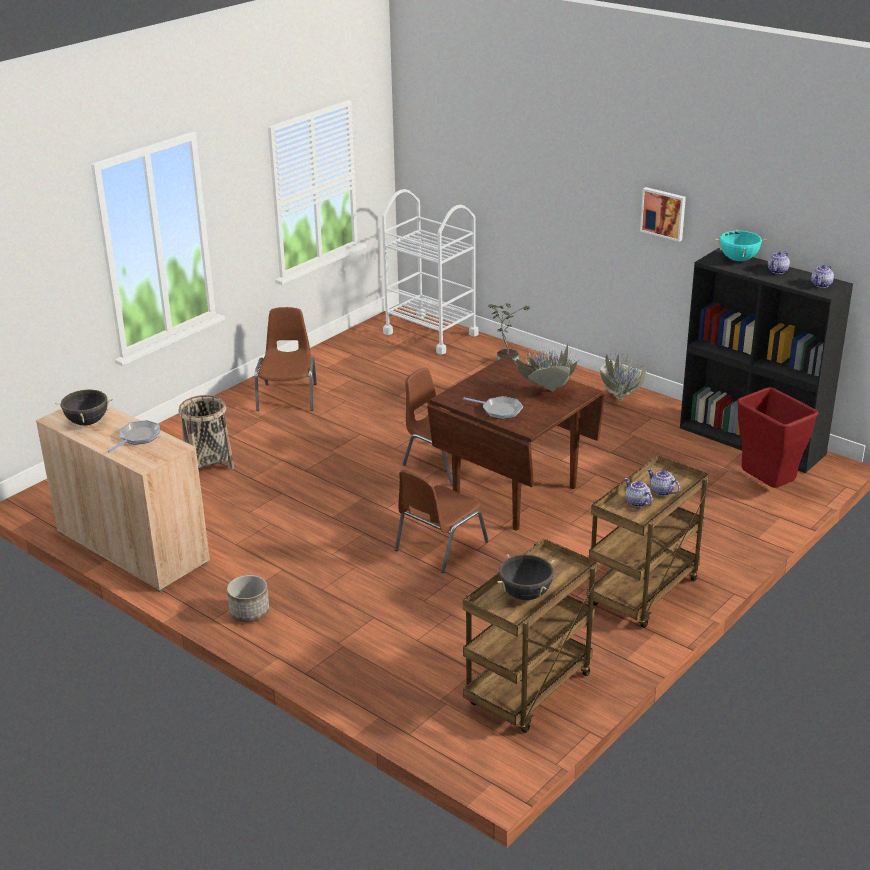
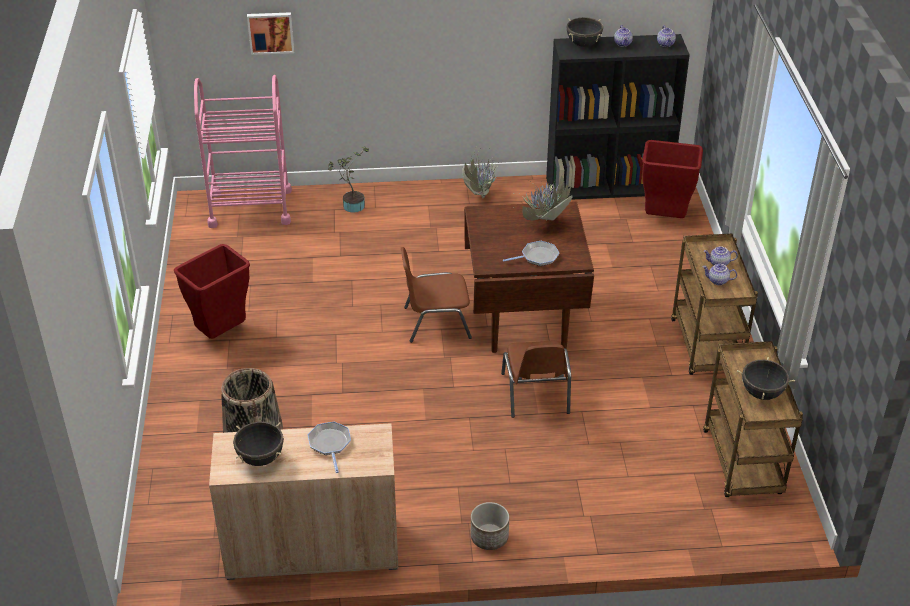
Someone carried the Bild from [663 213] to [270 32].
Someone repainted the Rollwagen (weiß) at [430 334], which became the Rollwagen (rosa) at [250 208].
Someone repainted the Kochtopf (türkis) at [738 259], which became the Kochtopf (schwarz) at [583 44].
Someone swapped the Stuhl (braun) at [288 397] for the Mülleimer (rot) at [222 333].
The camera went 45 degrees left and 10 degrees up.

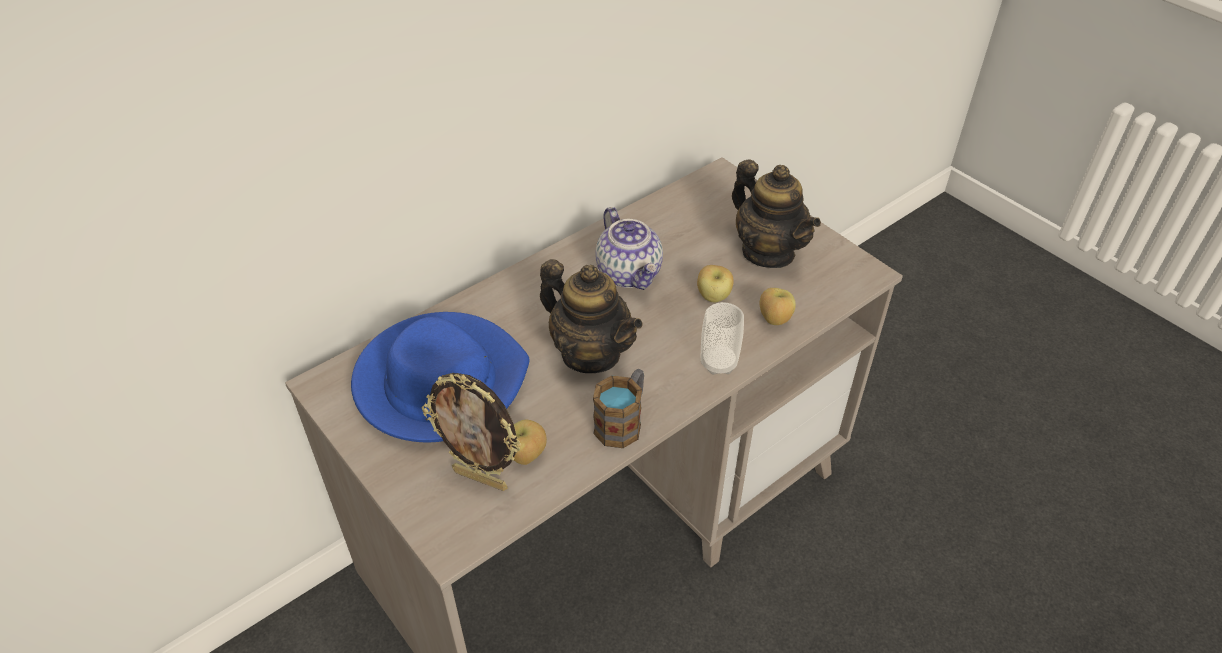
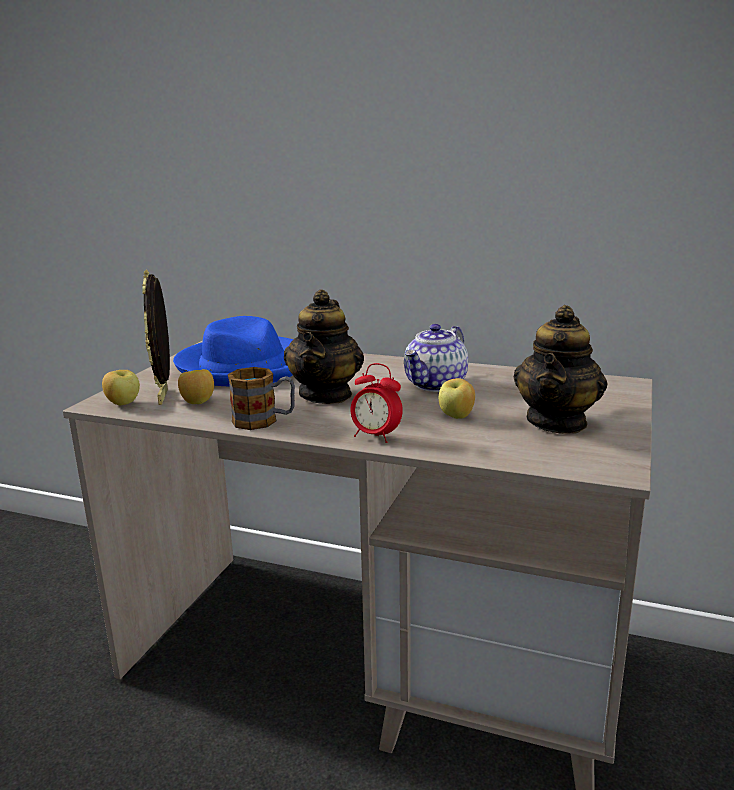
Someone carried the Apfel from [774 320] to [124 404].
Someone swapped the Tasse at [718 363] for the Wecker at [376 436].
The camera went 60 degrees right and 25 degrees down.

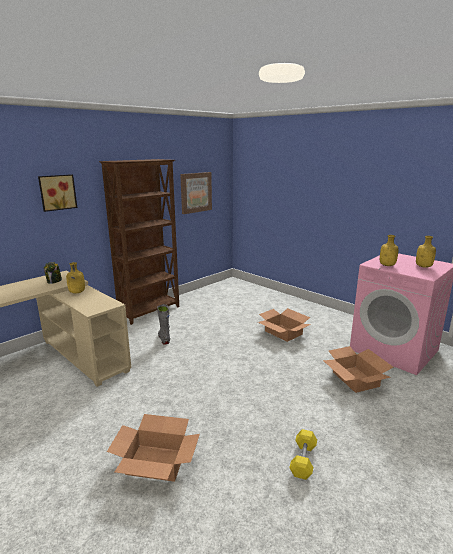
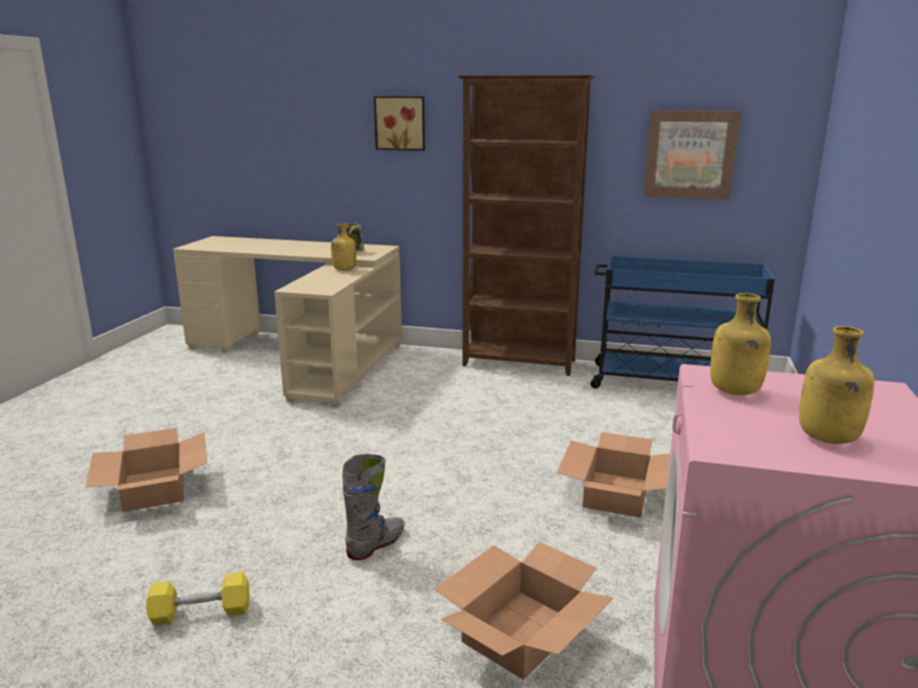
Someone carried the Stiefel (grau) from [164 339] to [376 545].
Someone put down the Rollwagen (blau) at [672 383].
The camera went 60 degrees right and 0 degrees up.

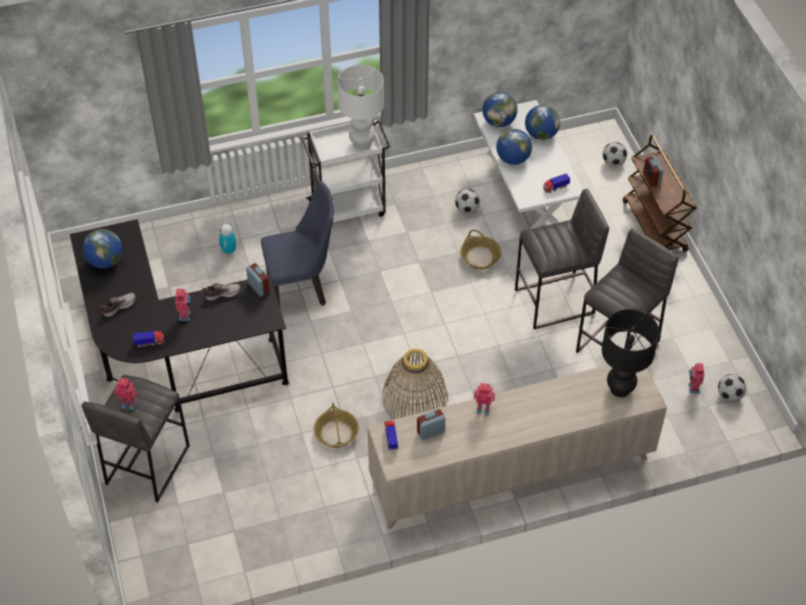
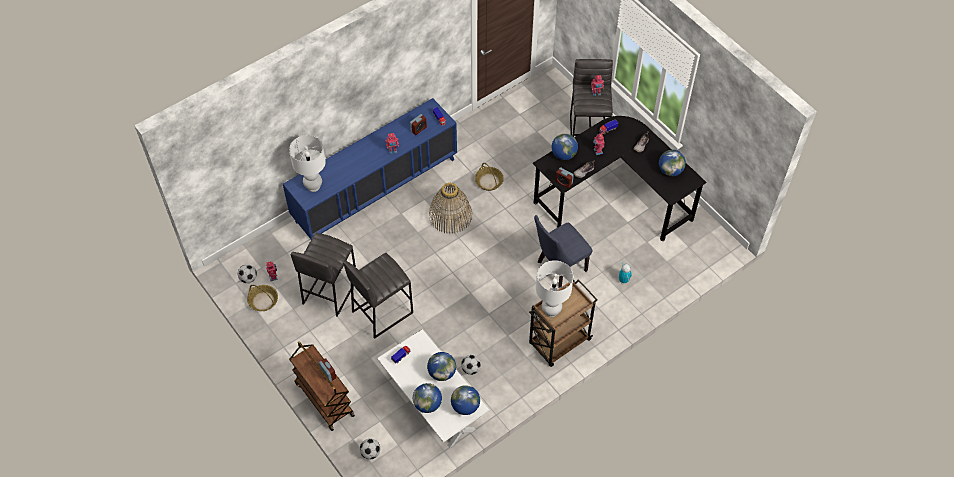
Someone repainted the Rollwagen (weiß) at [348 207], which became the Rollwagen (braun) at [559 342].
Someone carried the Korb from [480 257] to [263 301].
Someone repainted the Tischlampe (schwarz) at [620 388], which became the Tischlampe (weiß) at [313 186].
Someone repainted the Schrank (beige) at [511 472], which became the Schrank (blau) at [375 190].
Someone put down the Globus at [563 154].
The camera went 160 degrees right and 5 degrees up.

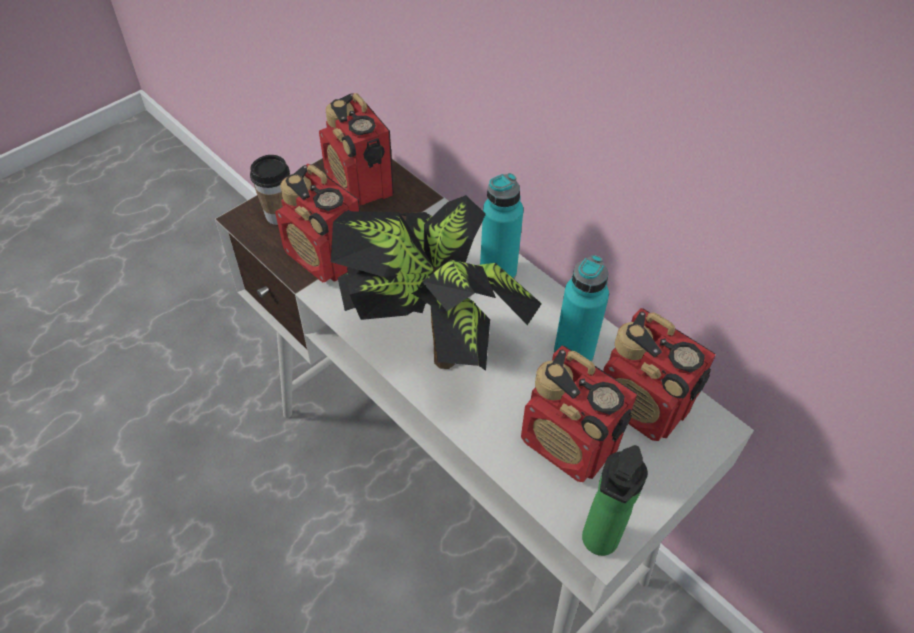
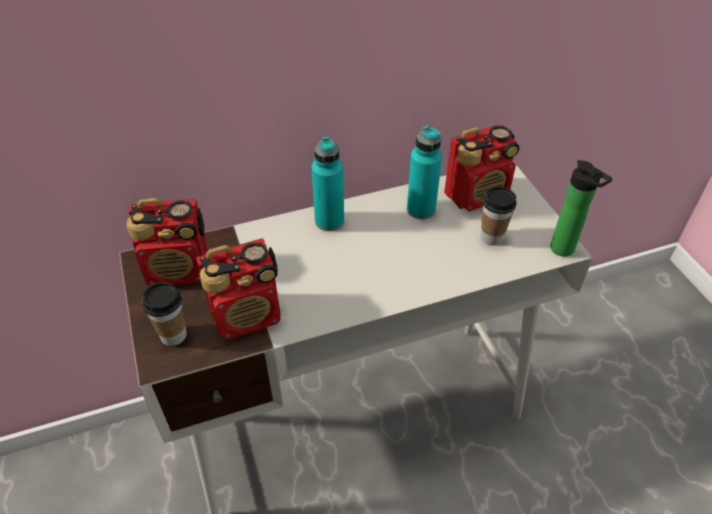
Someone took away the Topfpflanze at [432 342].
Someone swapped the Radio at [569 445] for the Tasse at [491 237].
The camera went 65 degrees left and 5 degrees down.

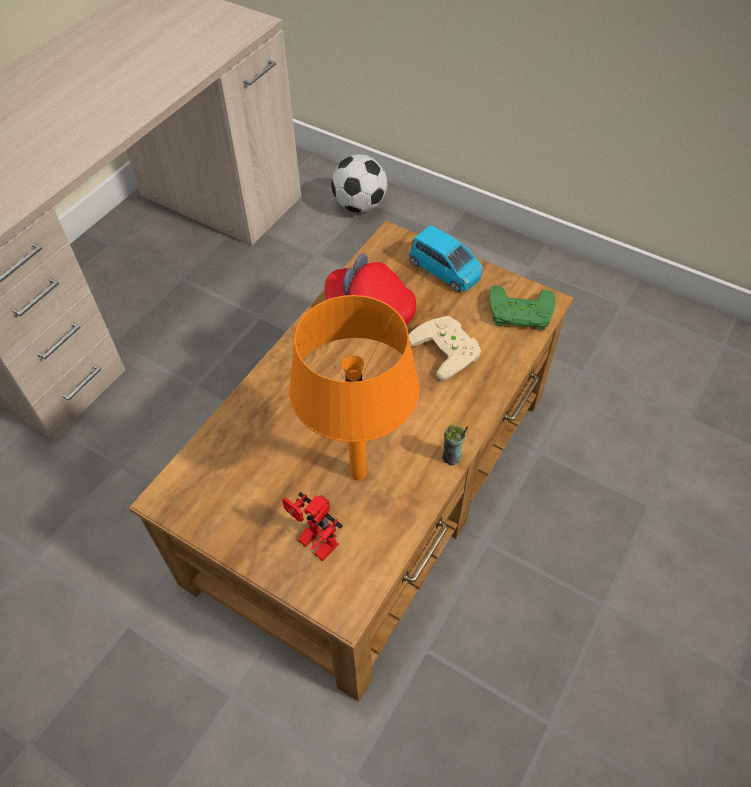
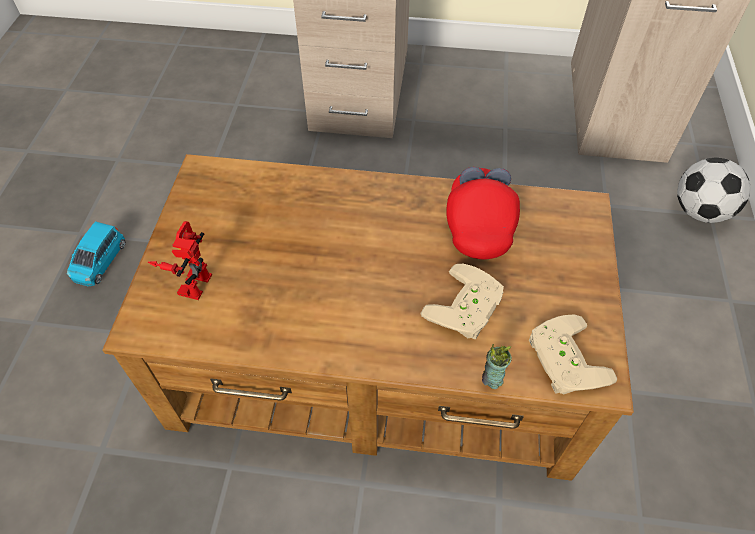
Someone carried the Spielzeugauto (blau) from [445 270] to [100 261].
Someone repainted the Gamepad (grün) at [519 314], which became the Gamepad (beige) at [562 359].
Someone took away the Tischlampe (orange) at [357 473].
Someone carried the Tasse from [451 458] to [491 379].
The camera went 65 degrees right and 0 degrees up.

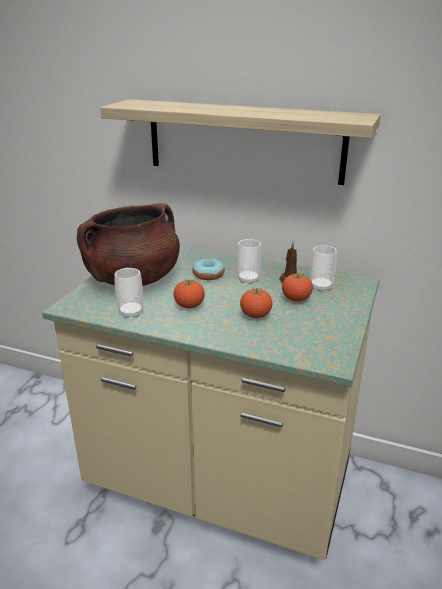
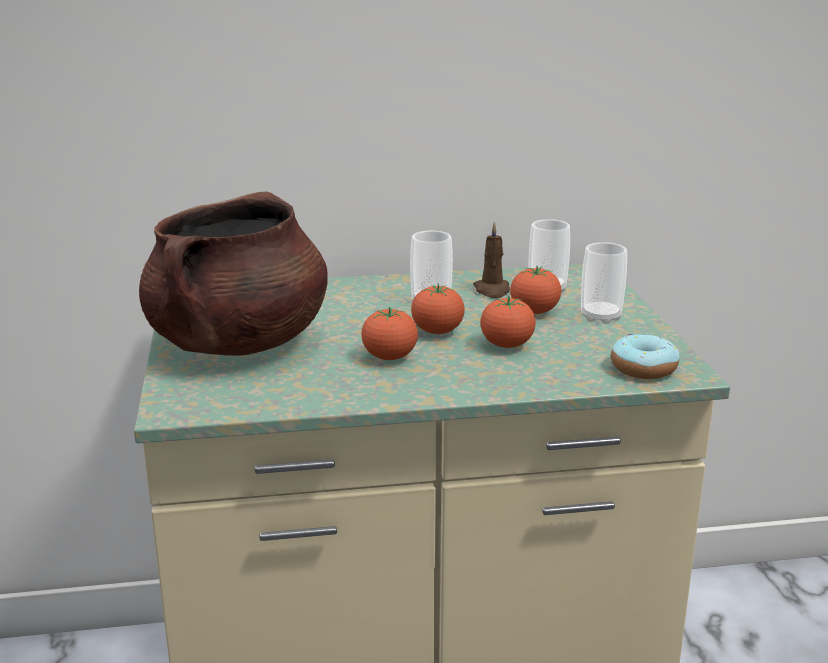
Someone took away the Wandregal at [244 141].
Someone carried the Donut from [208 275] to [643 368].
Someone carried the Tasse from [131 313] to [600 317].
Someone put down the Tomate at [437 332].
The camera went 30 degrees left and 5 degrees down.

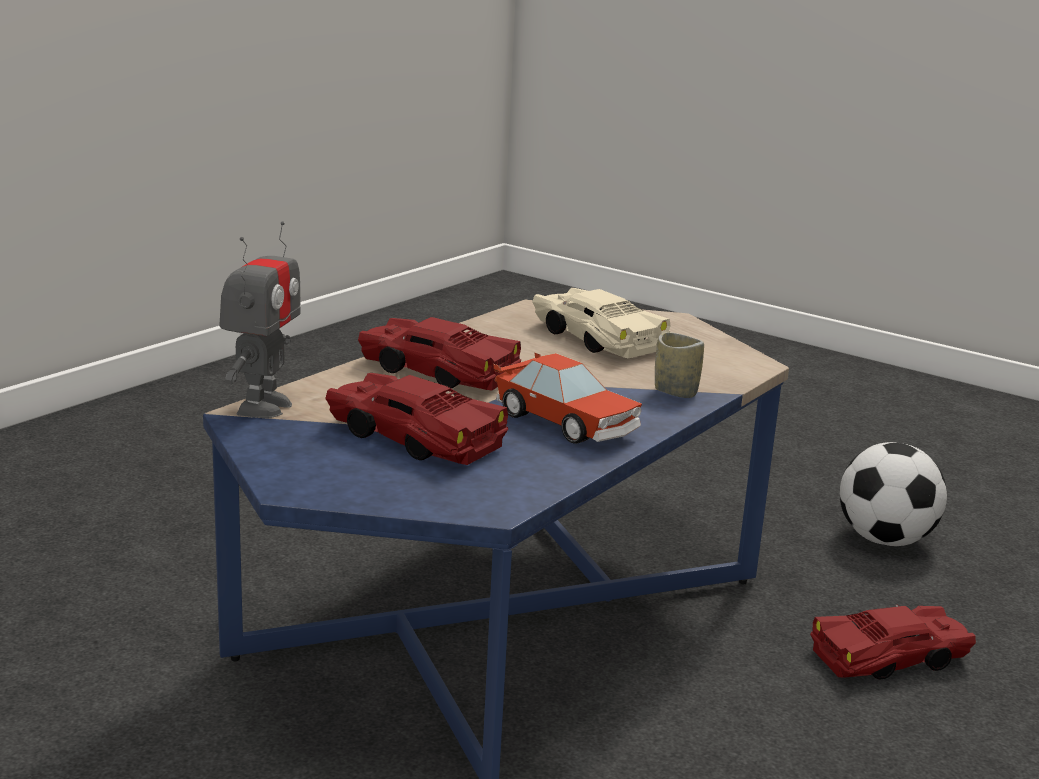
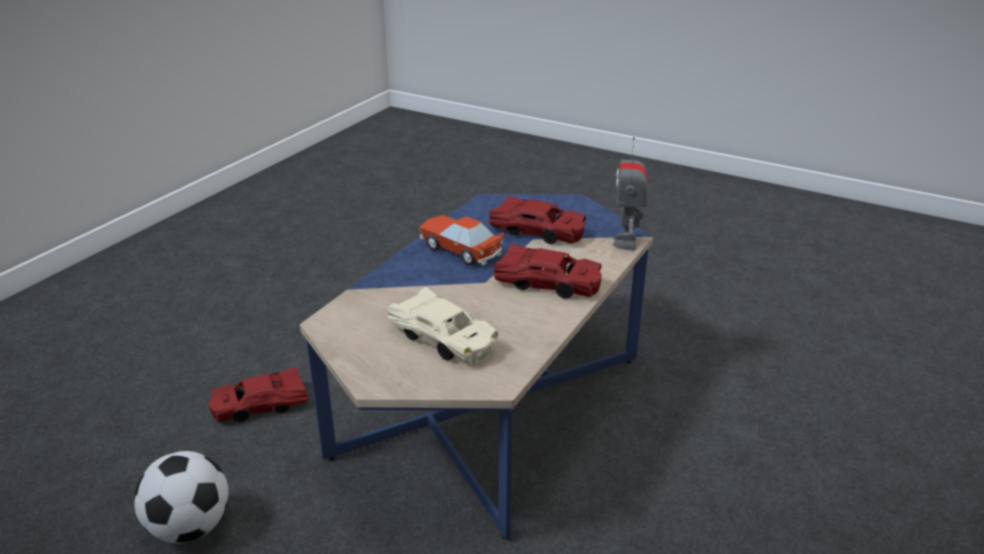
Someone took away the Tasse at [675 392].
The camera went 175 degrees right and 10 degrees up.

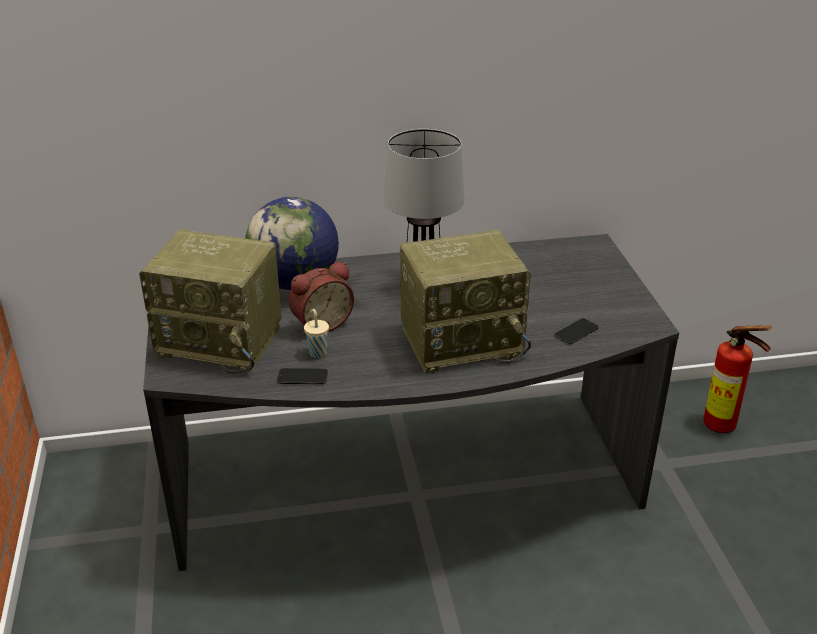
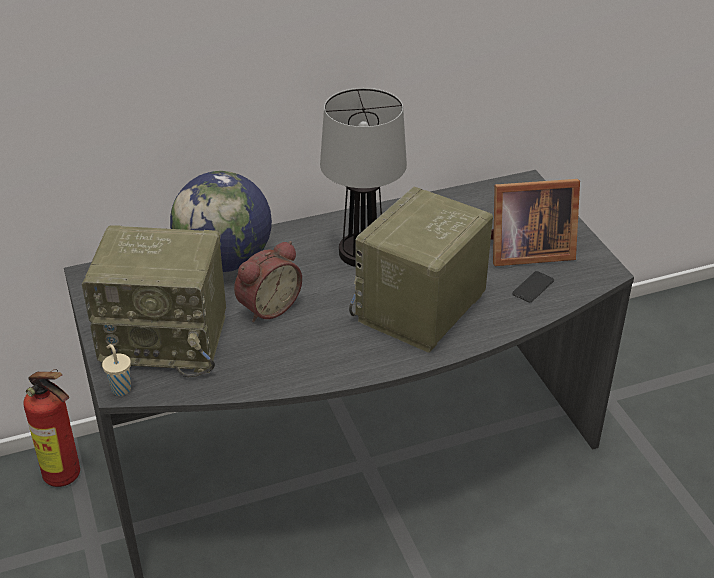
Someone rotated the Radio at [462 340] by 150 degrees clockwise.
Someone carried the Tasse (beige) from [317 352] to [120 388].
Someone carried the Feuerlöscher from [723 427] to [66 477].
Someone took away the Handy at [302 377].
Someone put down the Bilderrahmen at [526 252].
The camera went 10 degrees left and 5 degrees up.

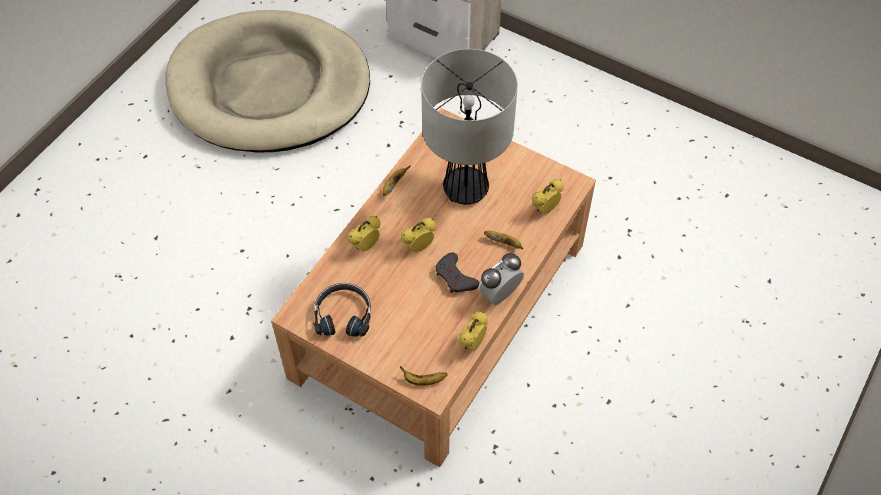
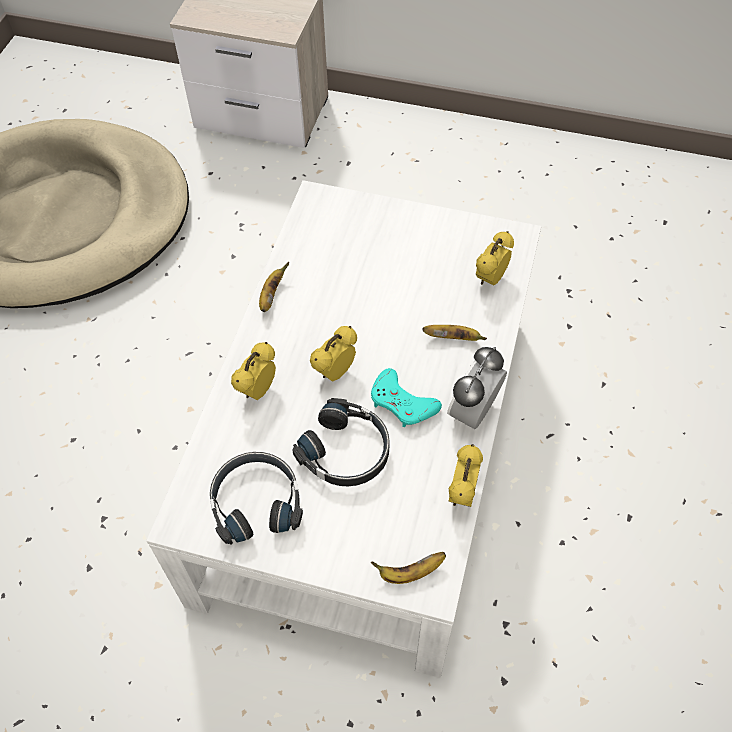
Someone took away the Tischlampe at [466 189].
Someone repainted the Couchtisch (braun) at [440 311], which became the Couchtisch (weiß) at [368 454].
Someone repainted the Gamepad (grau) at [455 277], which became the Gamepad (türkis) at [402 403].
Someone put down the Kopfhörer (schwarz) at [346 451].
The camera went 15 degrees left and 0 degrees up.

